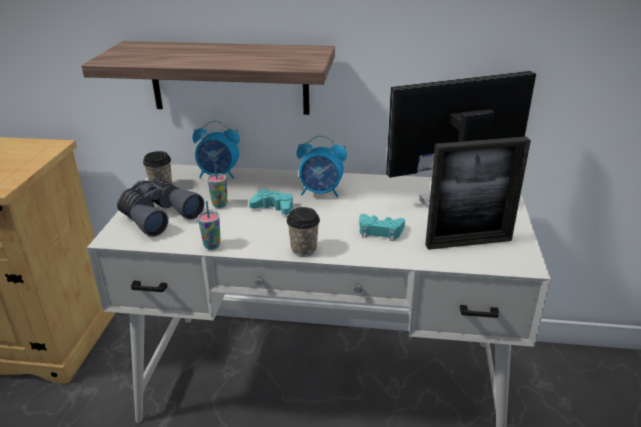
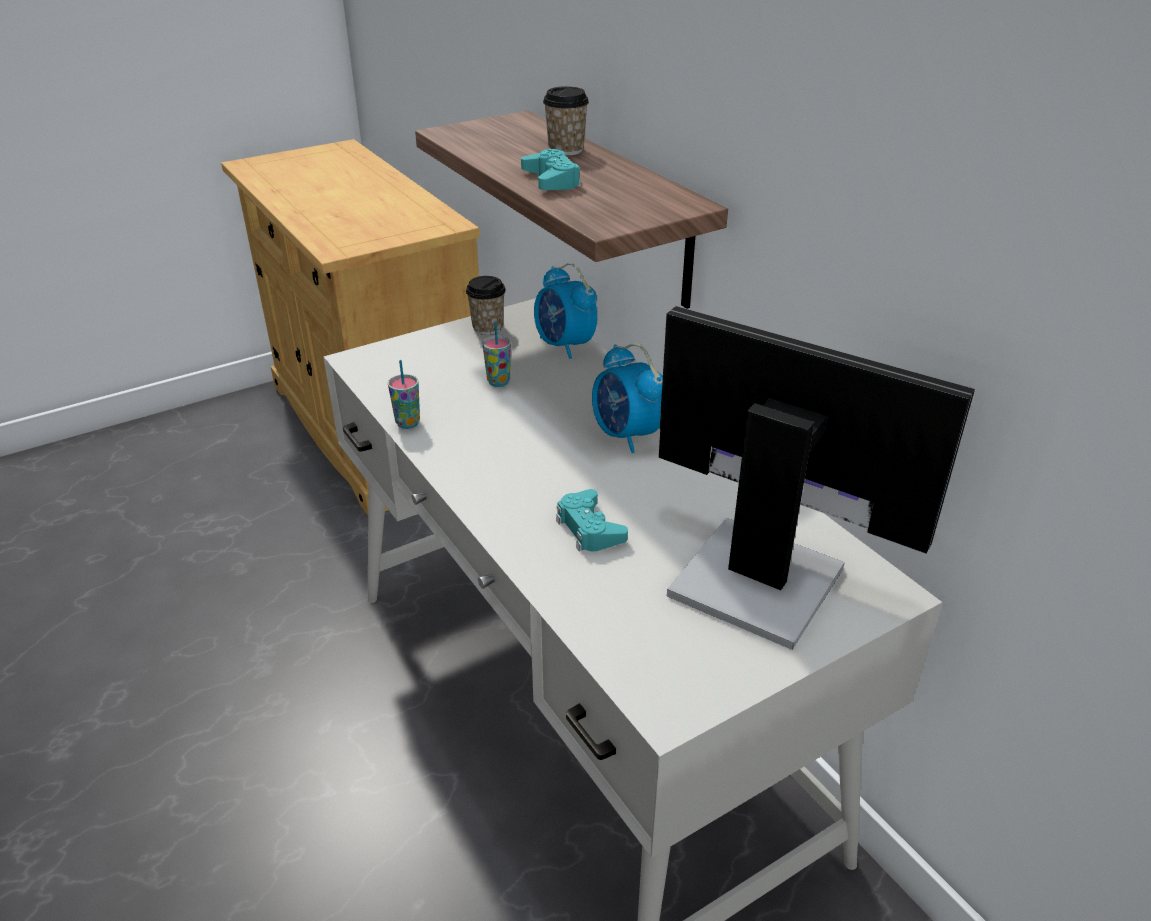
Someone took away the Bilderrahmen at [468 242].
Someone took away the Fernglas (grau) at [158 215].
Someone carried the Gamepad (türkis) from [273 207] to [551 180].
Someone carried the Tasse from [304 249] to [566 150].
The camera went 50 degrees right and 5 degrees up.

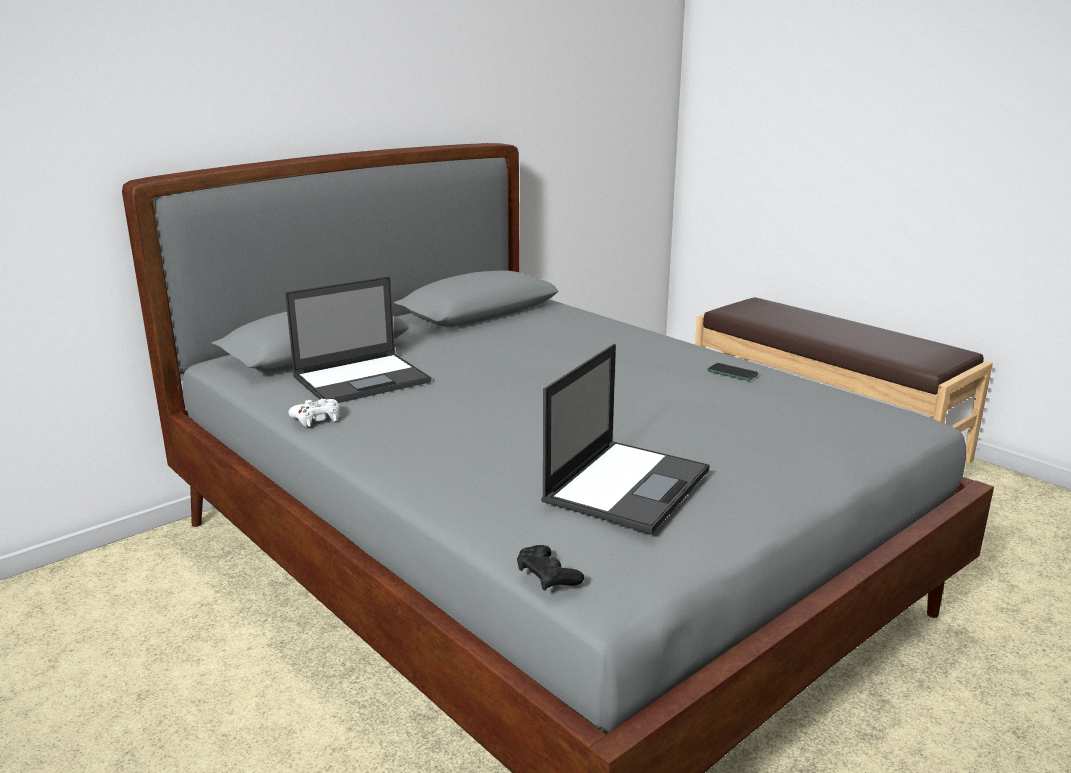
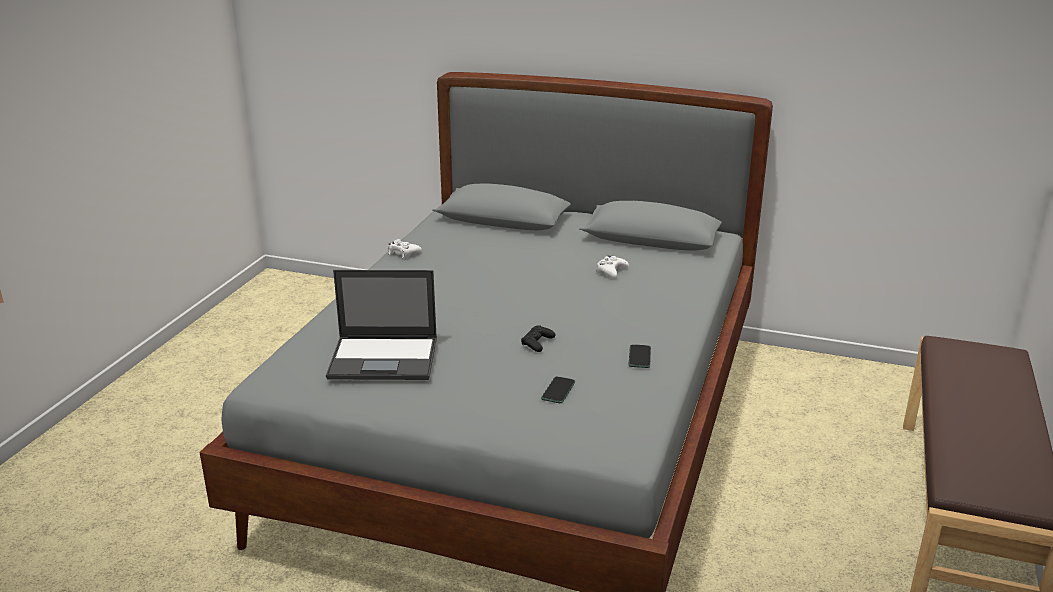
Someone took away the Laptop at [363 379].
Someone carried the Gamepad (schwarz) from [548 575] to [537 343].
Someone put down the Gamepad (weiß) at [611 271].
Someone put down the Handy at [558 391].
The camera went 60 degrees right and 5 degrees up.

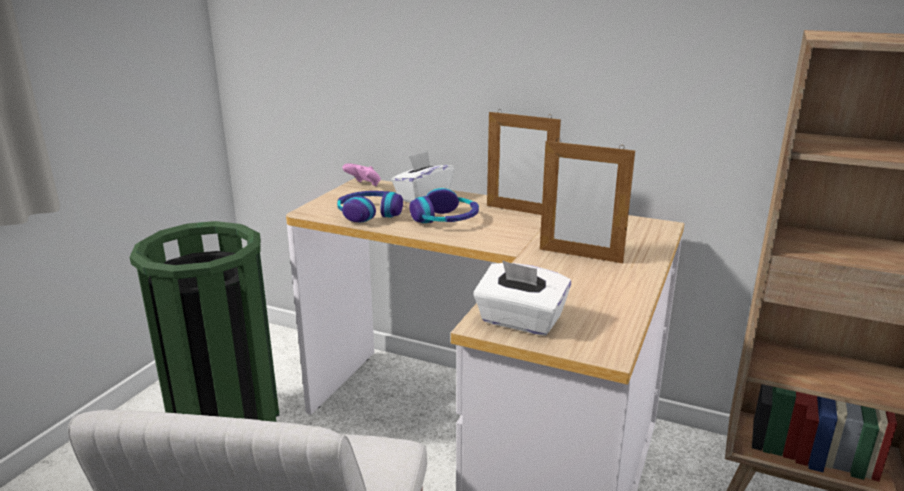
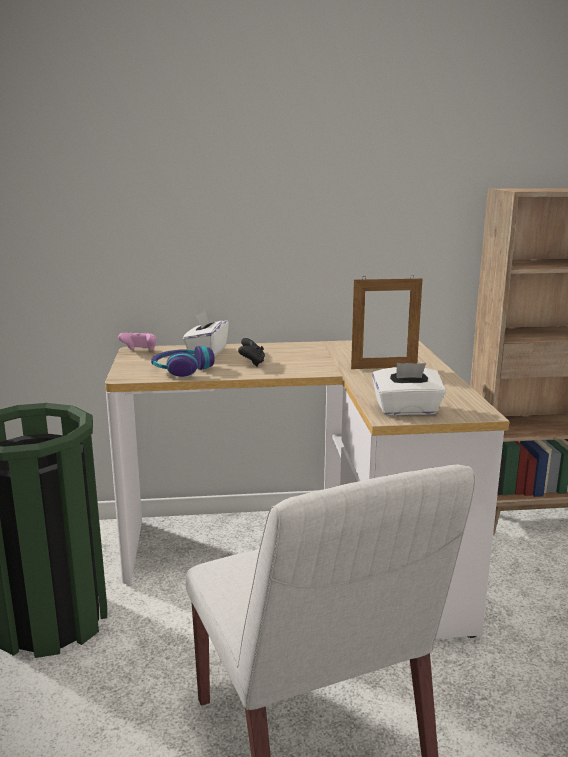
Someone took away the Bilderrahmen at [520 211].
Someone swapped the Kopfhörer at [446 219] for the Gamepad (schwarz) at [252 363].
The camera went 30 degrees left and 5 degrees down.

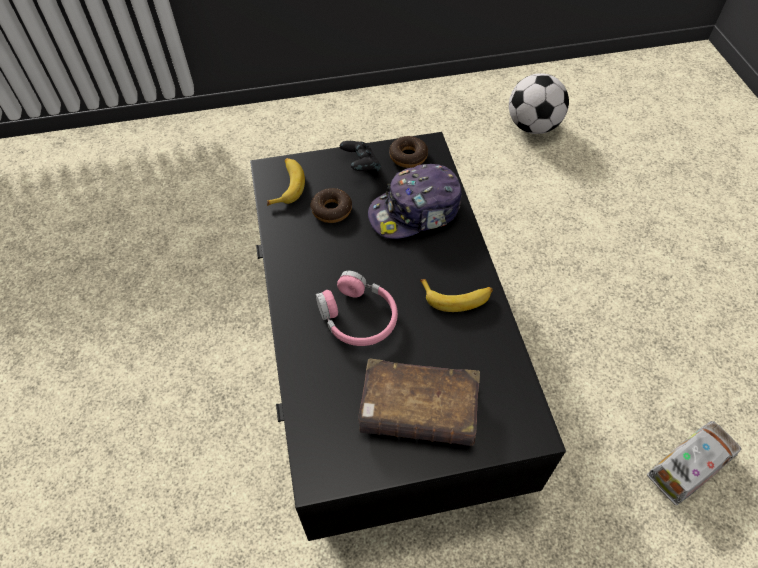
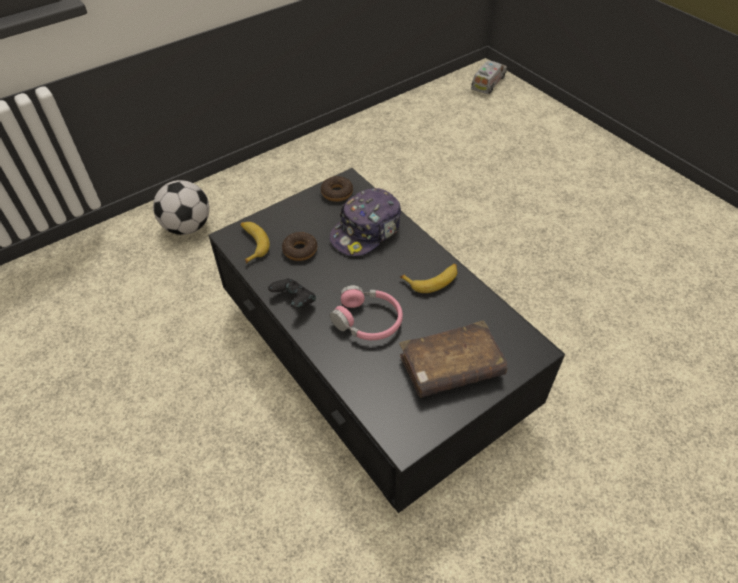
Someone carried the Fußball from [533 126] to [187 227].
Someone carried the Gamepad (schwarz) from [360 166] to [294 301].
Someone carried the Spielzeuglaster from [689 466] to [488 83].
The camera went 25 degrees left and 5 degrees down.

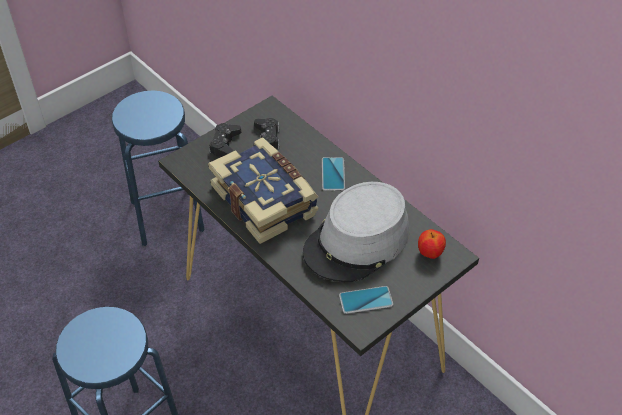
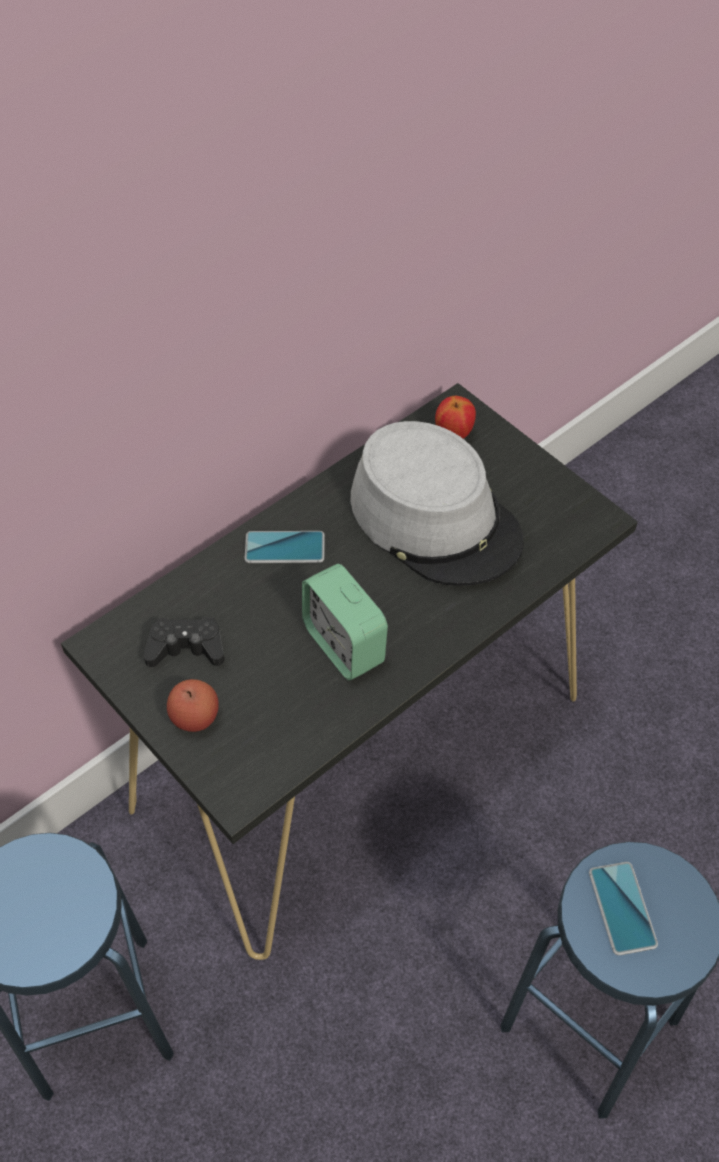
Someone swapped the Gamepad (schwarz) at [225 144] for the Apfel at [195 717].
Someone swapped the Buch at [266 200] for the Wecker at [344 645].
Someone carried the Handy from [366 300] to [622 908].
The camera went 90 degrees left and 5 degrees up.

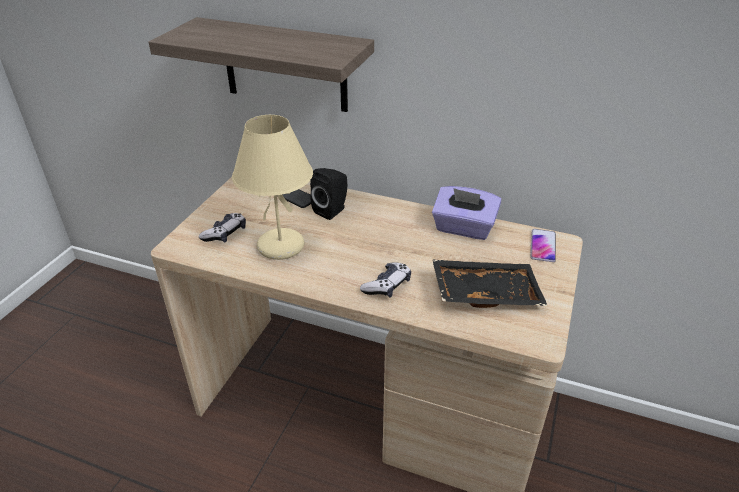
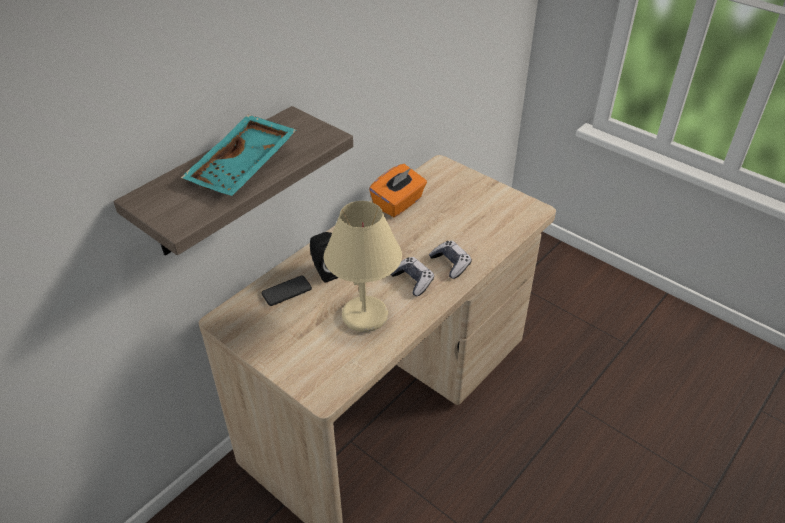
Someone repainted the Taschentuchbox (lila) at [463 228], which became the Taschentuchbox (orange) at [398 203].
Someone carried the Gamepad from [225 234] to [413 281].
Someone took away the Handy at [543 246].
Someone took away the Tablett (schwarz) at [485 292].
Someone put down the Tablett (türkis) at [244 167].
The camera went 70 degrees left and 5 degrees up.

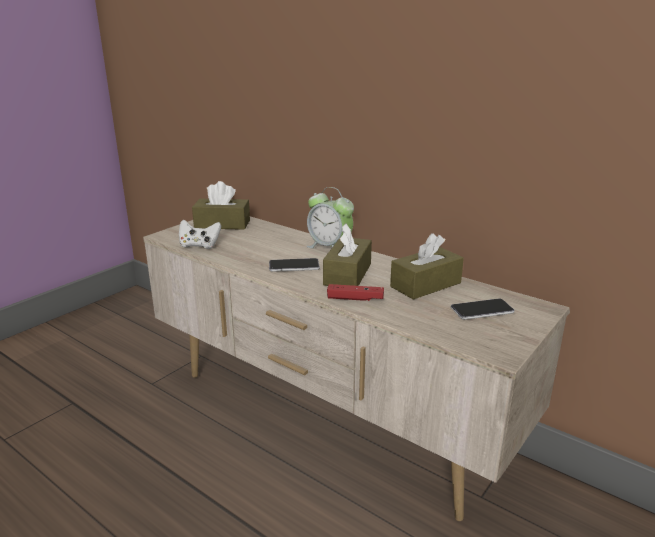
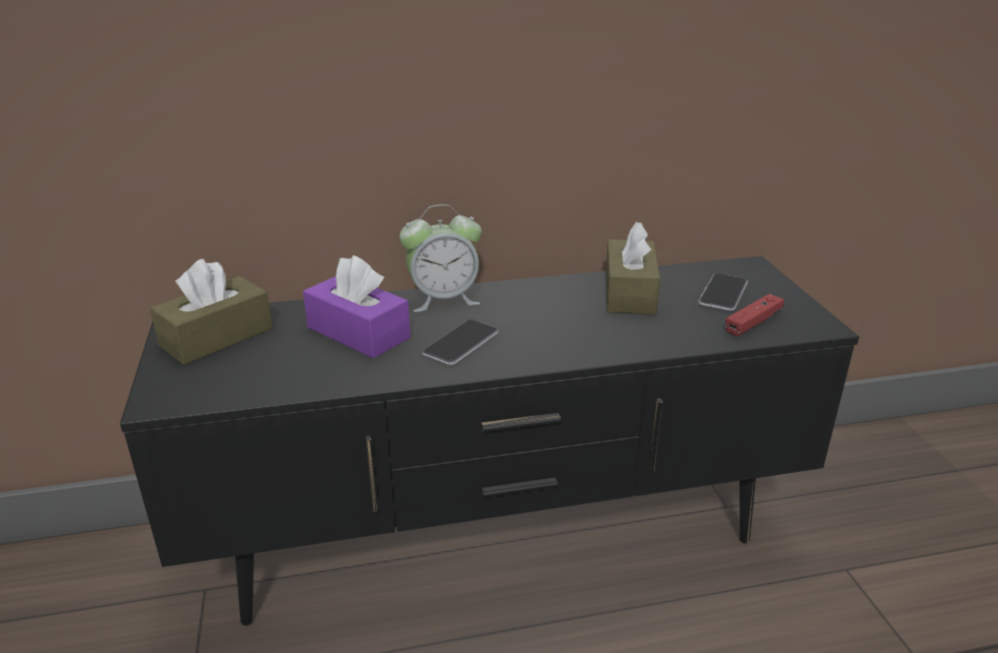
Someone repainted the Fernsehschrank (beige) at [327 418], which became the Fernsehschrank (schwarz) at [498 541].
Someone took away the Gamepad (weiß) at [199 245].
Someone took away the Taschentuchbox (braun) at [347 274].
Someone carried the Gamepad (rot) from [355 298] to [753 322].
Someone put down the Taschentuchbox (lila) at [358 333].
The camera went 50 degrees left and 5 degrees up.

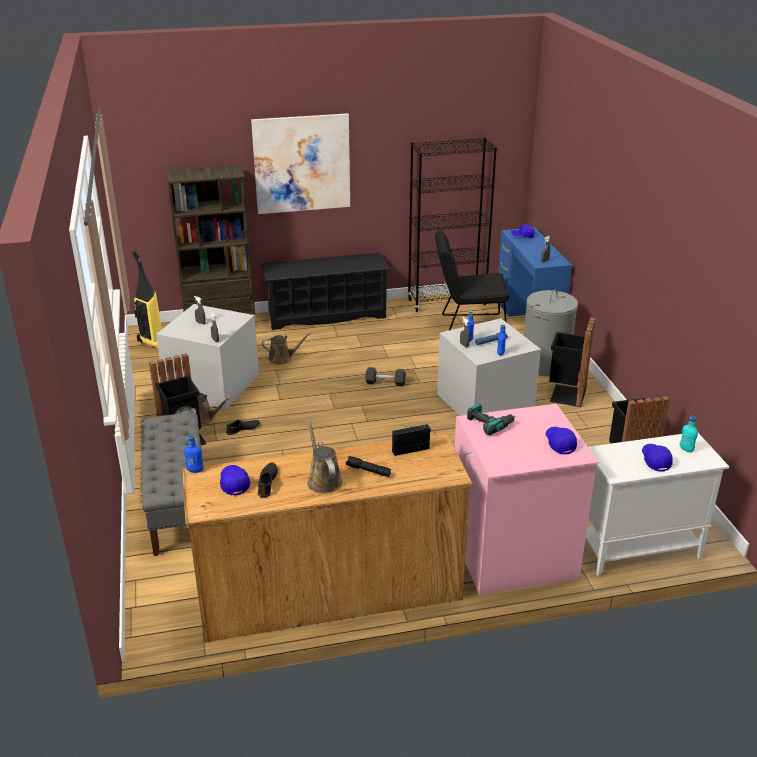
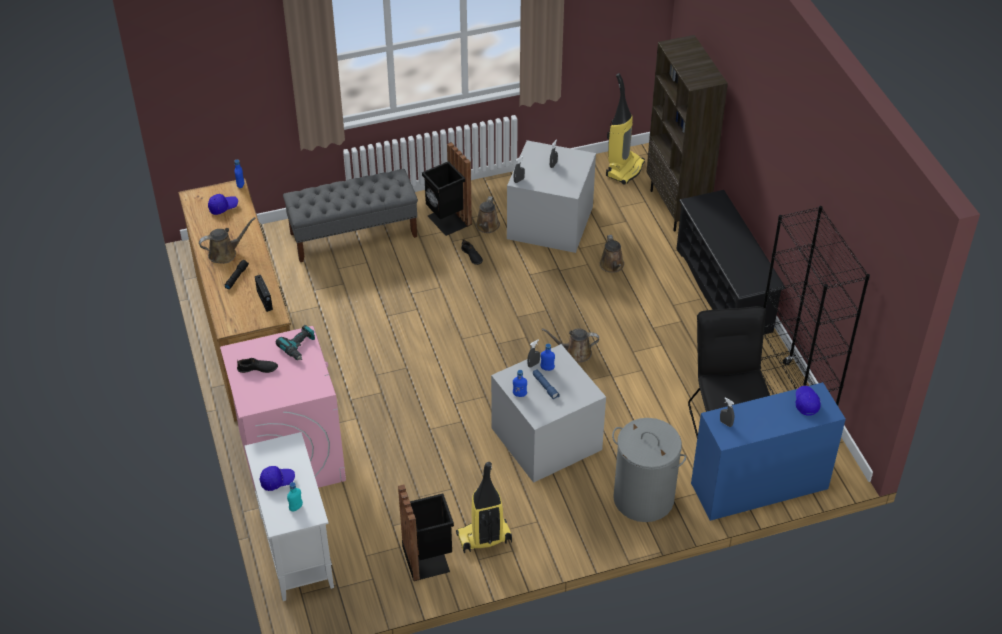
Someone took away the Bild at [302 163].
Someone took away the Mülleimer (schwarz) at [565 395].
Someone swapped the Hantel (grau) at [385 383] for the Gießkanne (braun) at [575 353].
Someone took away the Kappe (blau) at [560 444].
Someone carried the Schuh (schwarz) from [267 482] to [257 369].
Someone put down the Staubsauger at [484 539].
The camera went 85 degrees right and 15 degrees up.

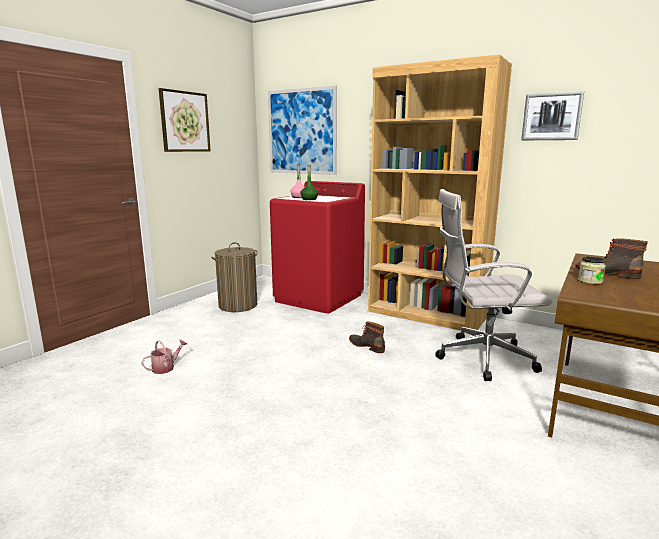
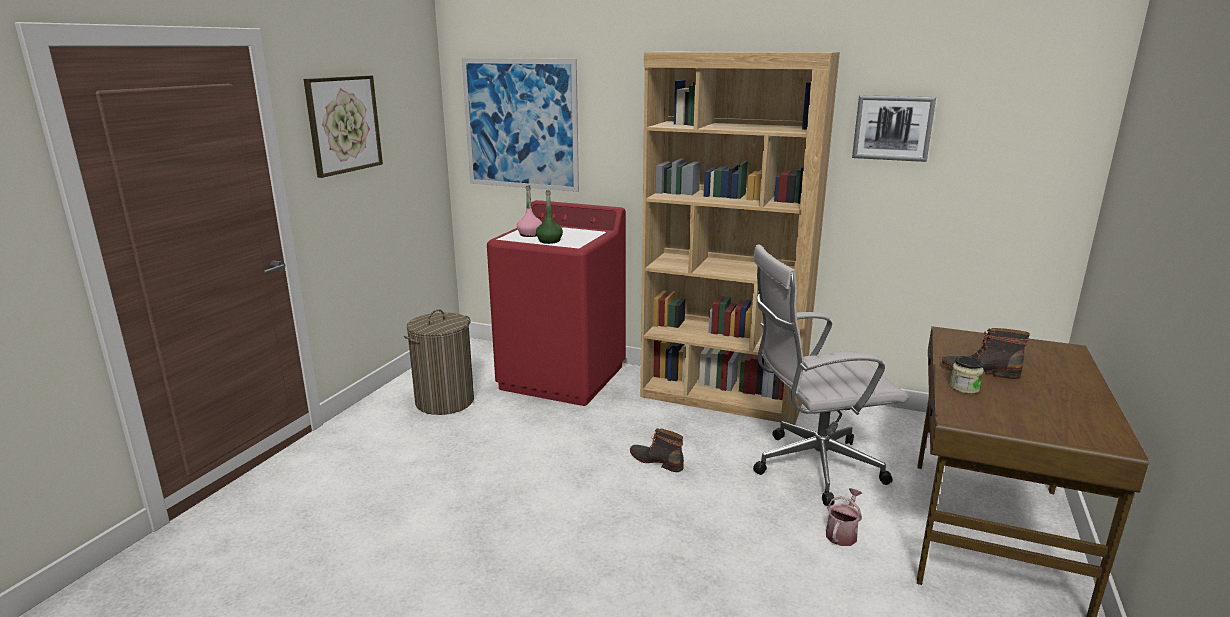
Someone carried the Gießkanne from [166 367] to [842 533].
The camera went 10 degrees left and 5 degrees up.

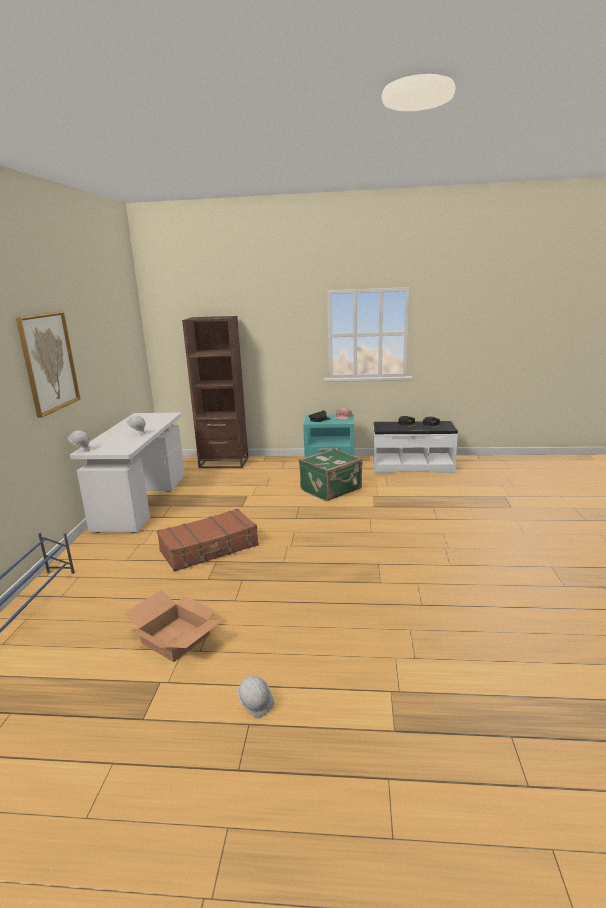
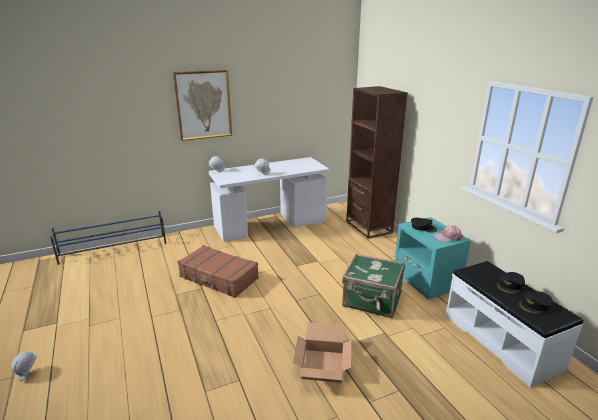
Someone carried the Karton from [177 638] to [323 366].
The camera went 60 degrees right and 5 degrees up.

